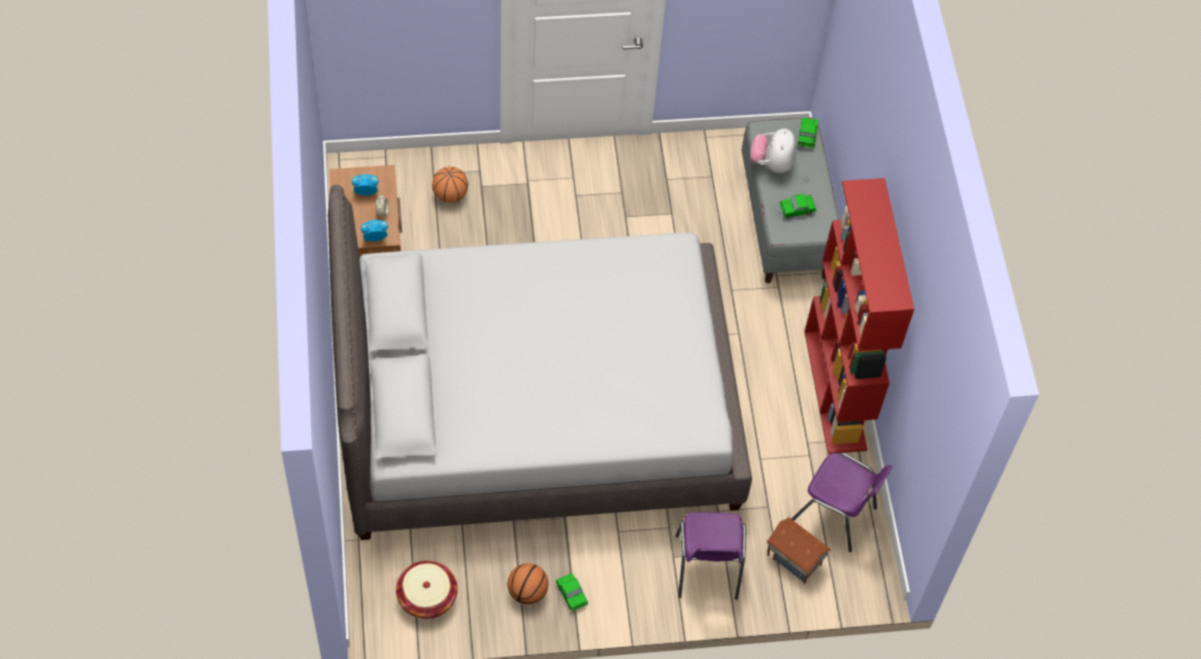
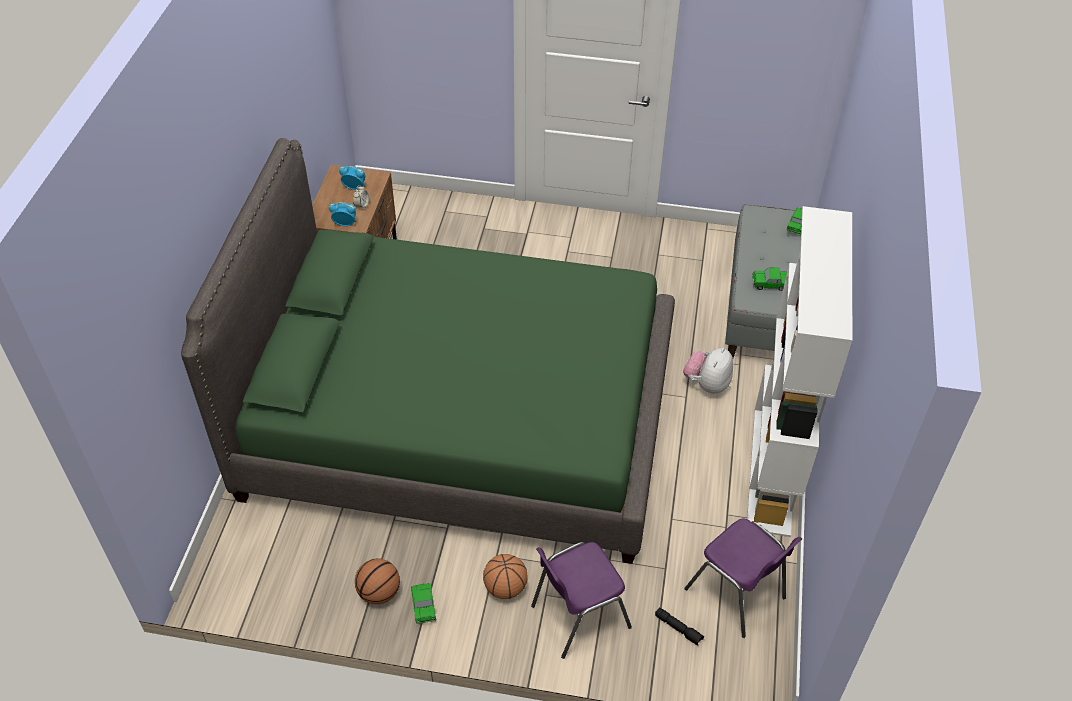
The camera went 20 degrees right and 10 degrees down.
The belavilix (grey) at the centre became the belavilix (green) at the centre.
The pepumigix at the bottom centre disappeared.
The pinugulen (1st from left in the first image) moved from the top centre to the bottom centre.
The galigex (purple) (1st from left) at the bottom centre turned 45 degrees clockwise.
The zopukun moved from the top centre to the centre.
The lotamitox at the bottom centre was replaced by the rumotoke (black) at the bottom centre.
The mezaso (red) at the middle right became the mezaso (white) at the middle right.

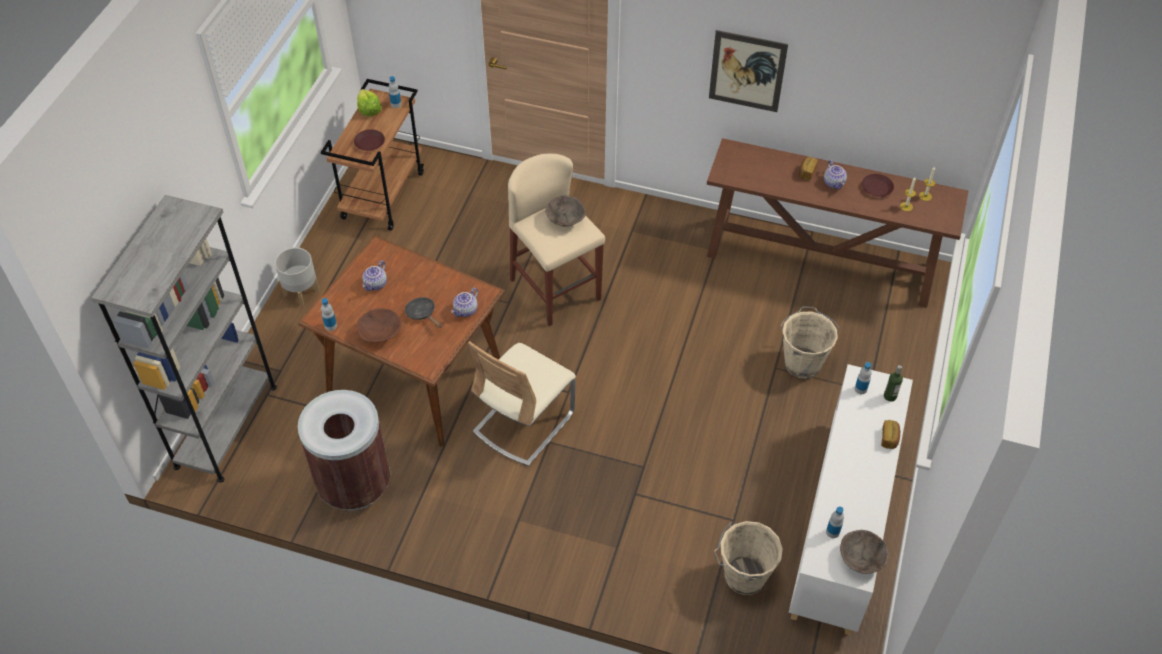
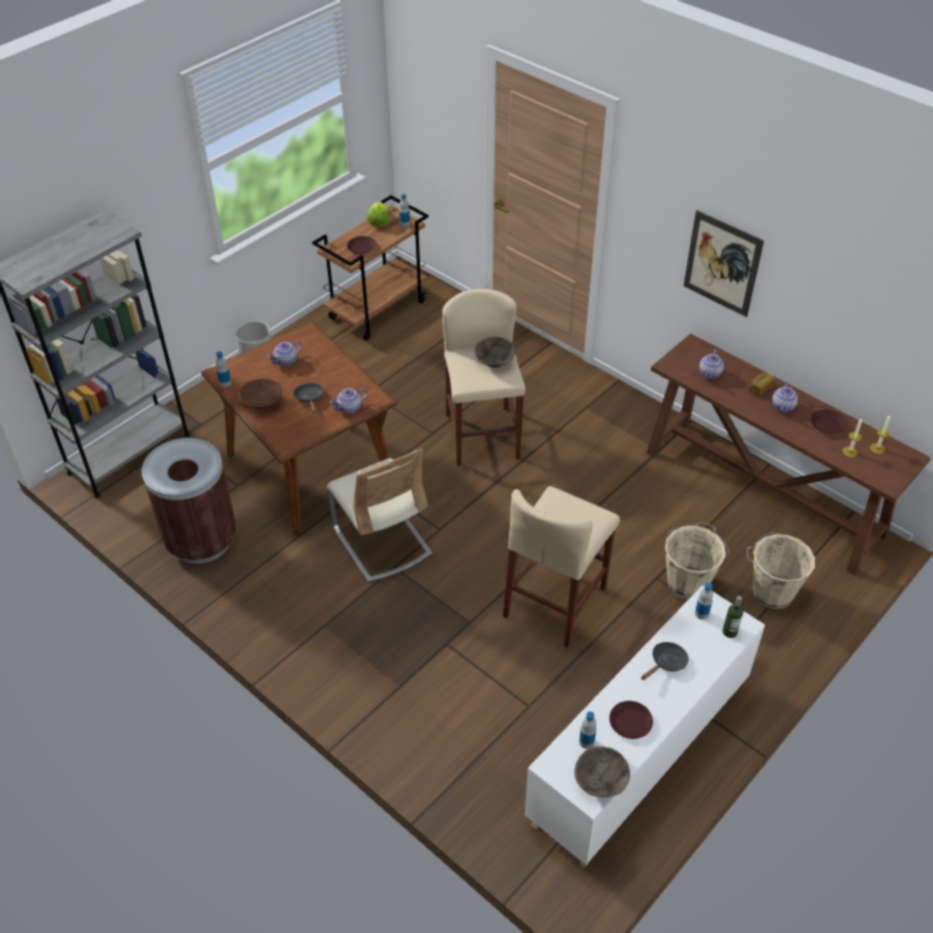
The camera went 25 degrees right and 5 degrees down.
The galigex (beige) at the centre turned 90 degrees counterclockwise.
The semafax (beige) (1st from left in the first image) moved from the bottom centre to the middle right.
The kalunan (2nd from left) at the middle right disappeared.
The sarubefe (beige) (2nd from left) at the centre appeared.
The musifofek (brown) (2nd from left) at the bottom right appeared.
The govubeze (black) (2nd from left) at the bottom right appeared.
The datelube (3rd from left) at the middle right appeared.

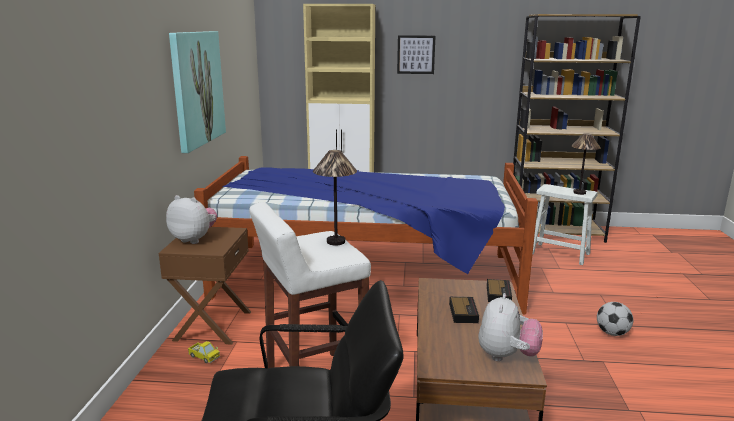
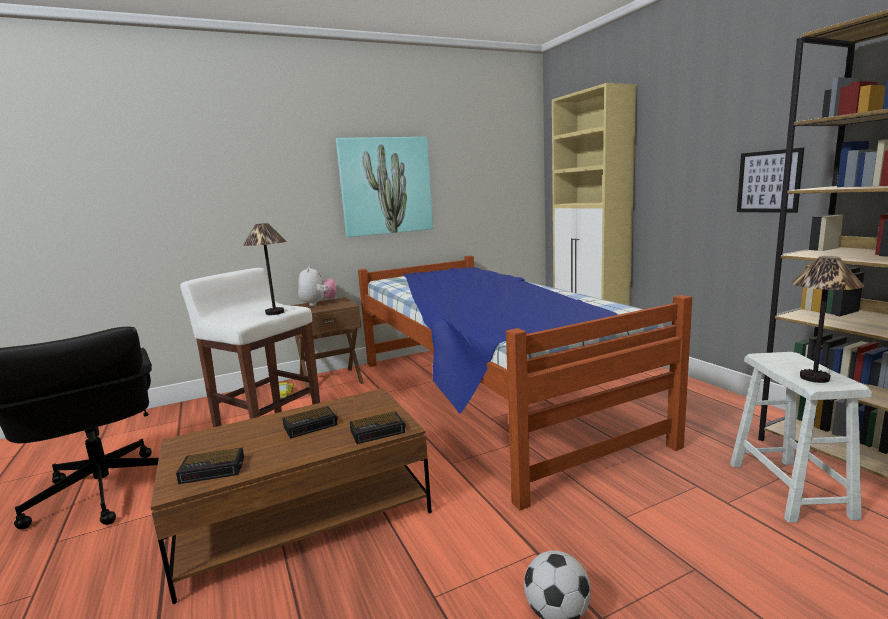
The camera went 60 degrees right and 5 degrees down.
The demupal (2nd from left) moved from the top centre to the top right.
The zopukun (2nd from left) at the bottom right was replaced by the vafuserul (1st from left) at the bottom left.

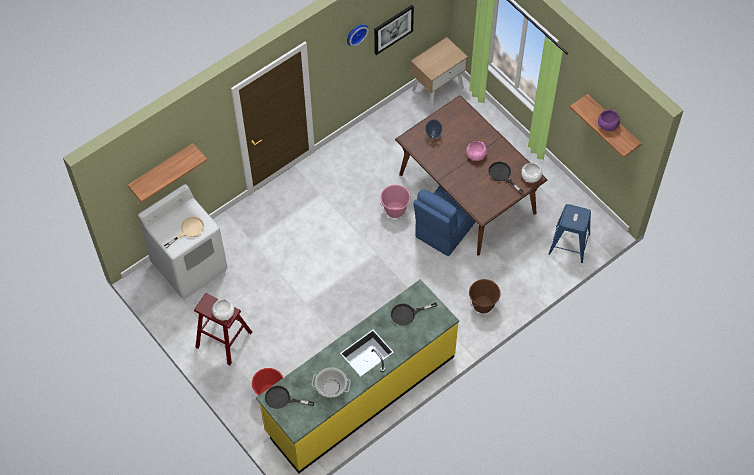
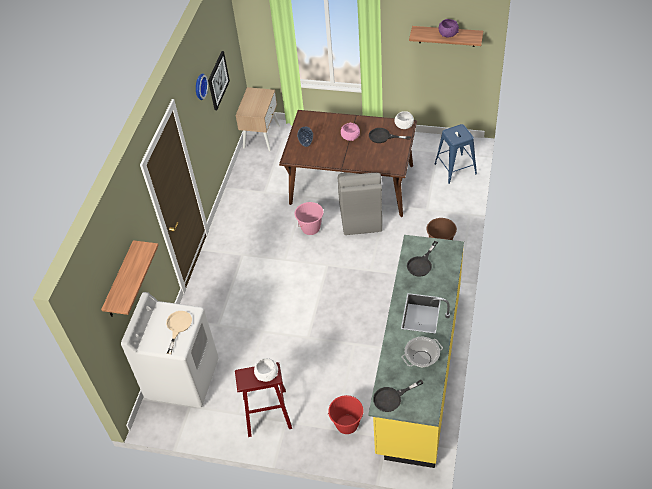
The camera went 35 degrees left and 10 degrees down.
The galigex (blue) at the centre became the galigex (grey) at the centre.

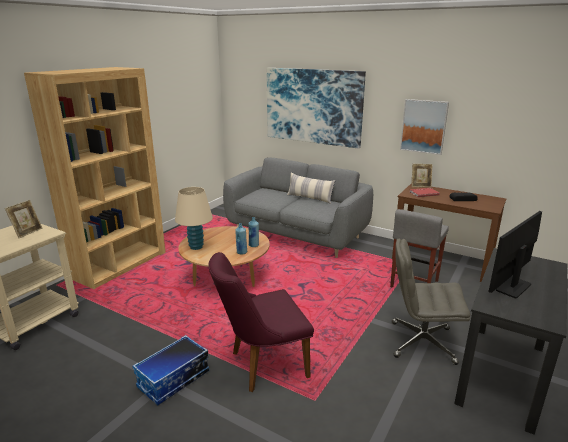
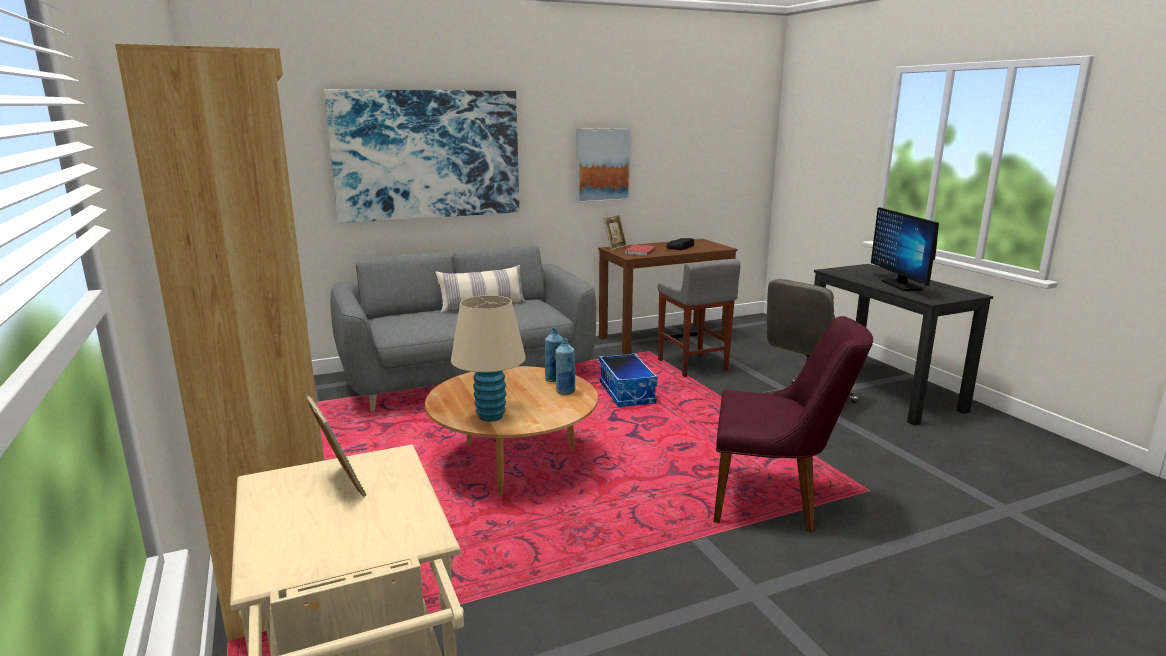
The camera went 55 degrees left and 5 degrees down.
The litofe moved from the bottom left to the centre.
The galigex (purple) at the bottom centre turned 90 degrees counterclockwise.

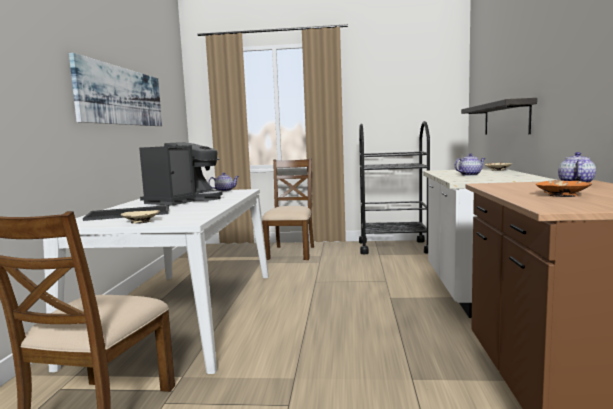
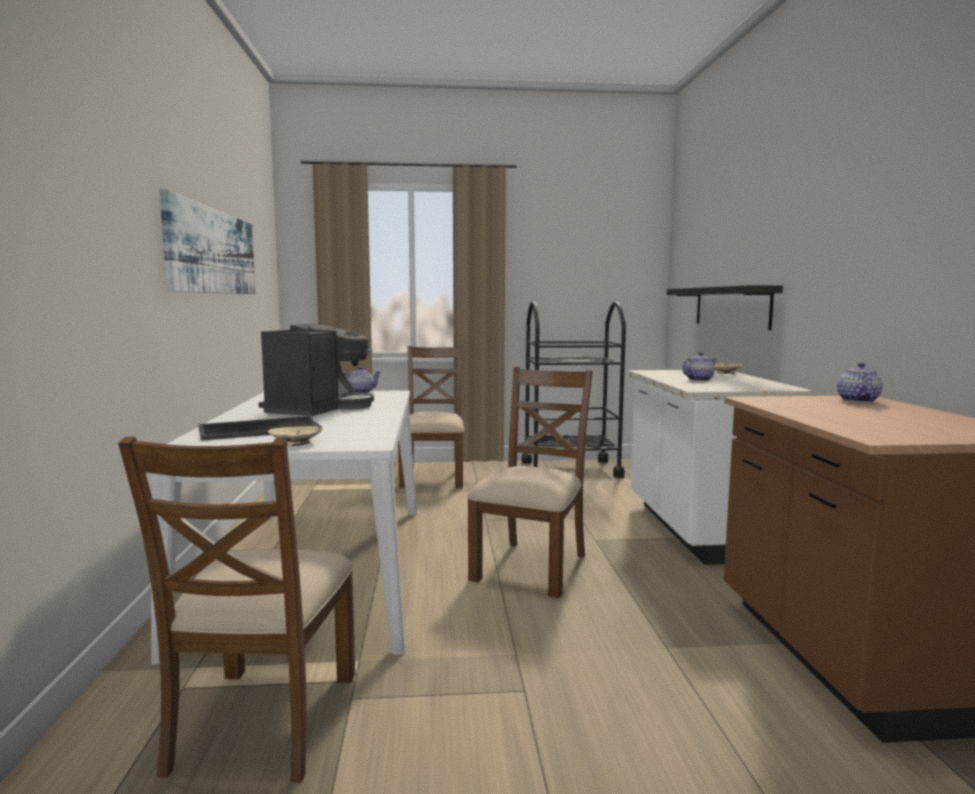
The camera went 10 degrees left and 0 degrees up.
The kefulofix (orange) at the middle right disappeared.
The galigex (brown) (3rd from left) at the centre appeared.

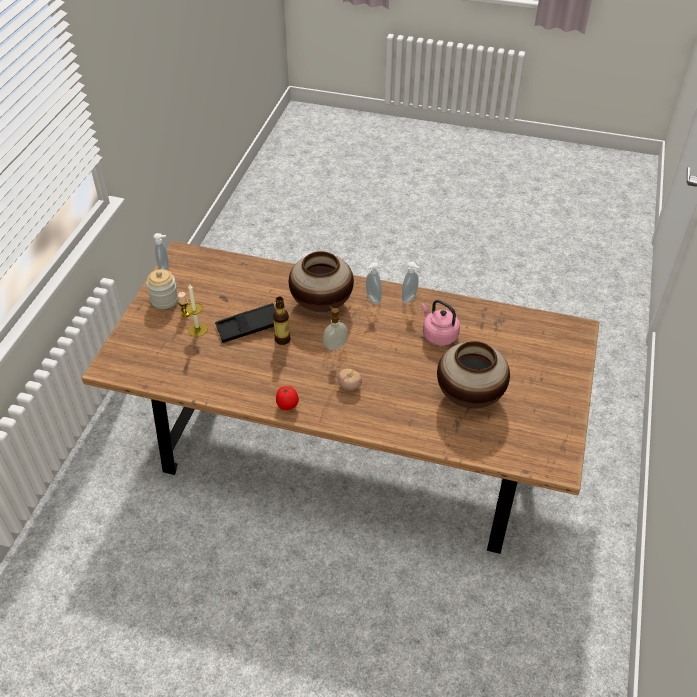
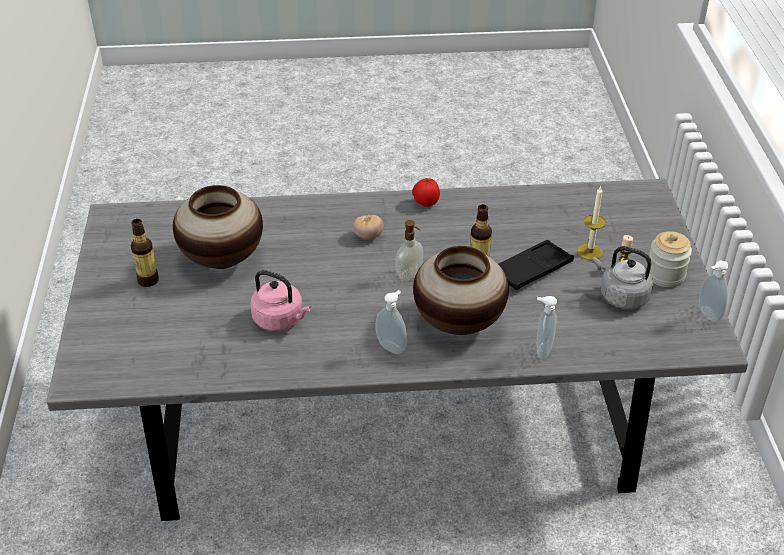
The camera went 160 degrees right and 5 degrees down.
The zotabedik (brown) at the centre became the zotabedik (grey) at the centre.
The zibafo (4th from left in the first image) moved from the centre to the middle right.
The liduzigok (1st from left) at the middle left appeared.
The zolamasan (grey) at the middle right appeared.

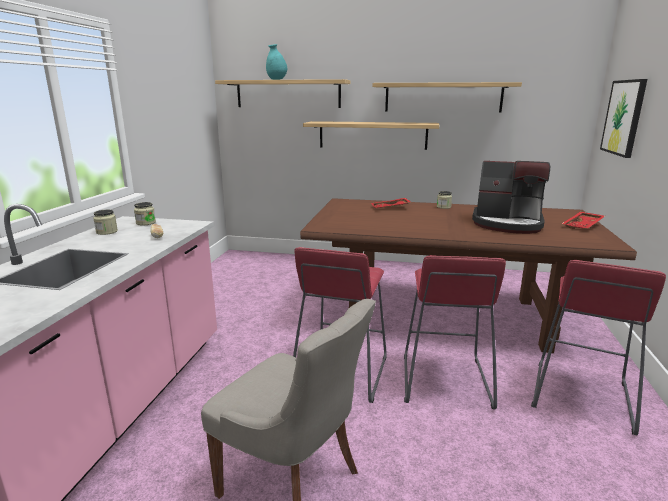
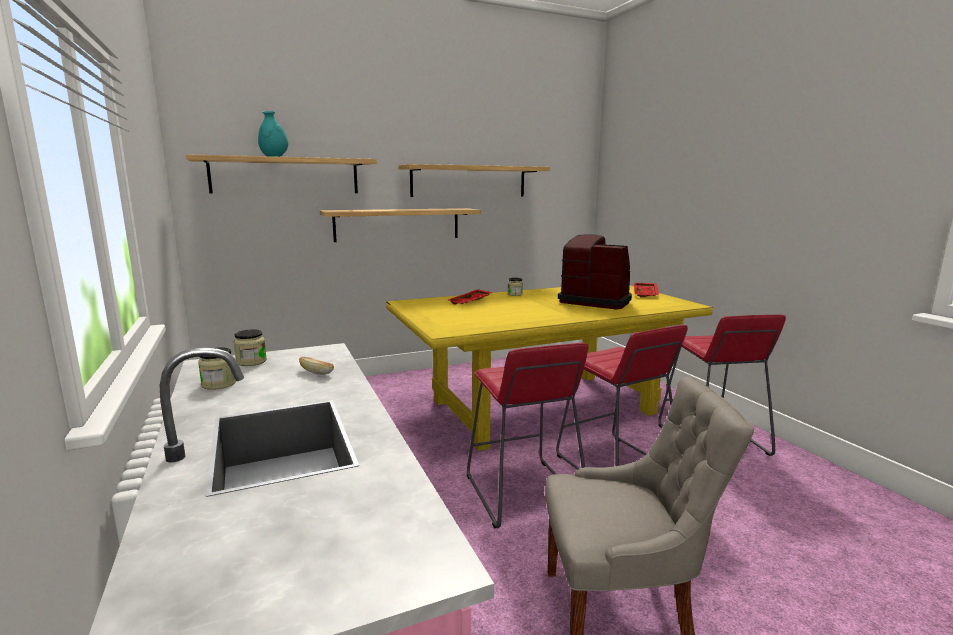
The camera went 35 degrees left and 5 degrees down.
The zotabedik (brown) at the middle right became the zotabedik (yellow) at the centre.
The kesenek at the middle right turned 135 degrees counterclockwise.
The demupal at the top right disappeared.

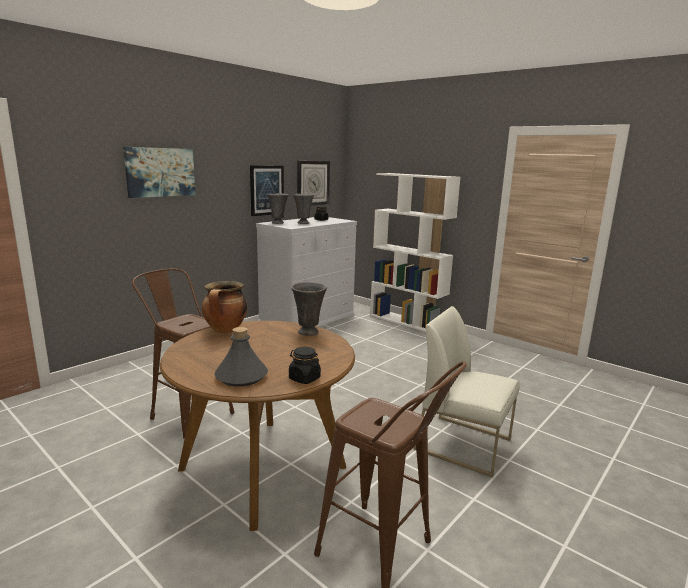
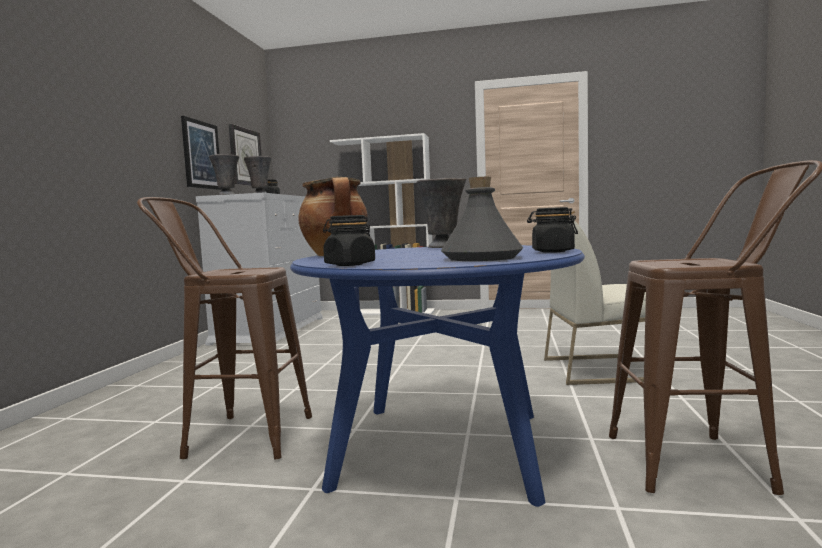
The camera went 30 degrees left and 10 degrees down.
The demupal (1st from left) at the top left disappeared.
The zotabedik (brown) at the bottom centre became the zotabedik (blue) at the bottom centre.
The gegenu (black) (2nd from left) at the centre appeared.

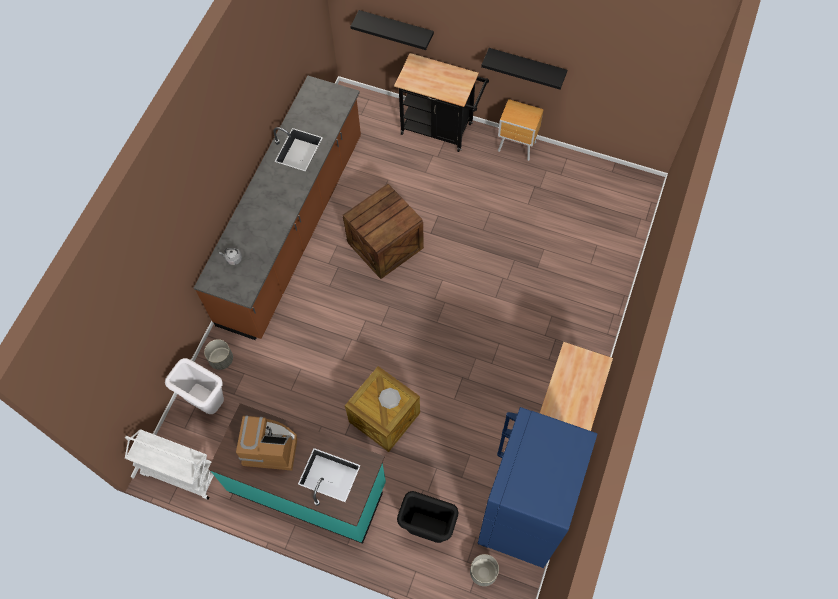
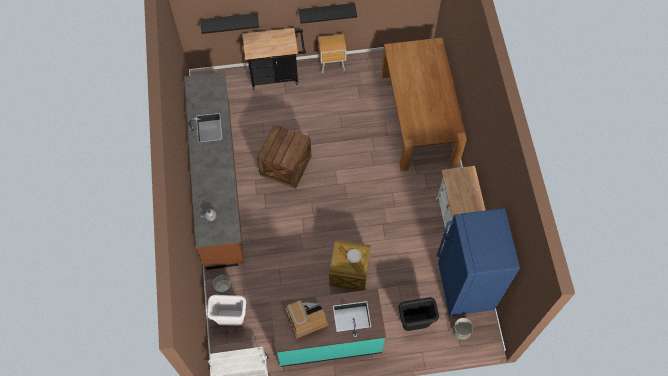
The camera went 30 degrees left and 0 degrees up.
The zotabedik (brown) at the top centre appeared.

